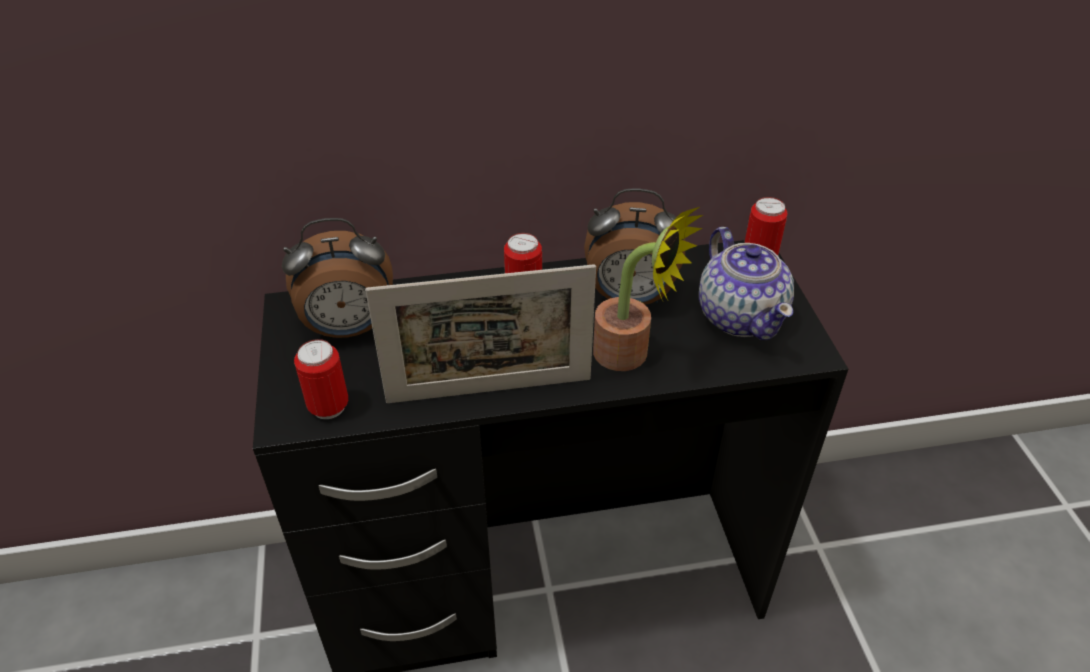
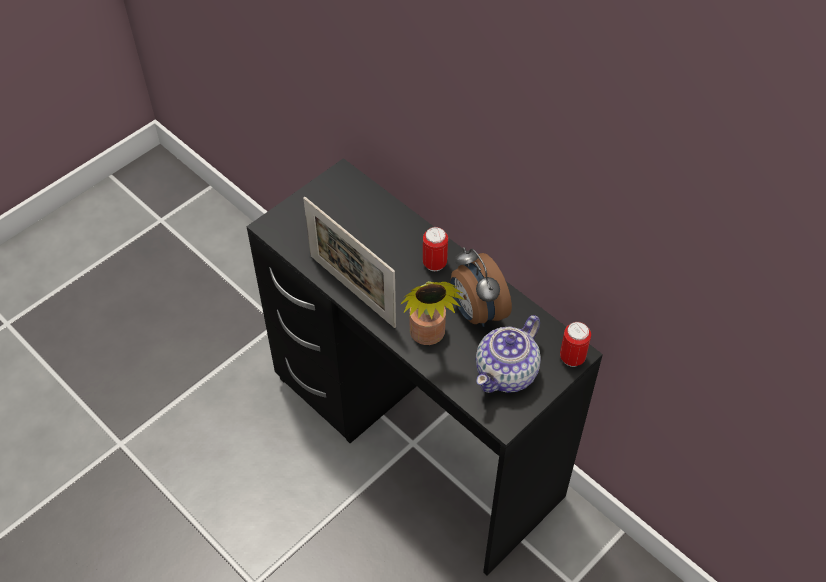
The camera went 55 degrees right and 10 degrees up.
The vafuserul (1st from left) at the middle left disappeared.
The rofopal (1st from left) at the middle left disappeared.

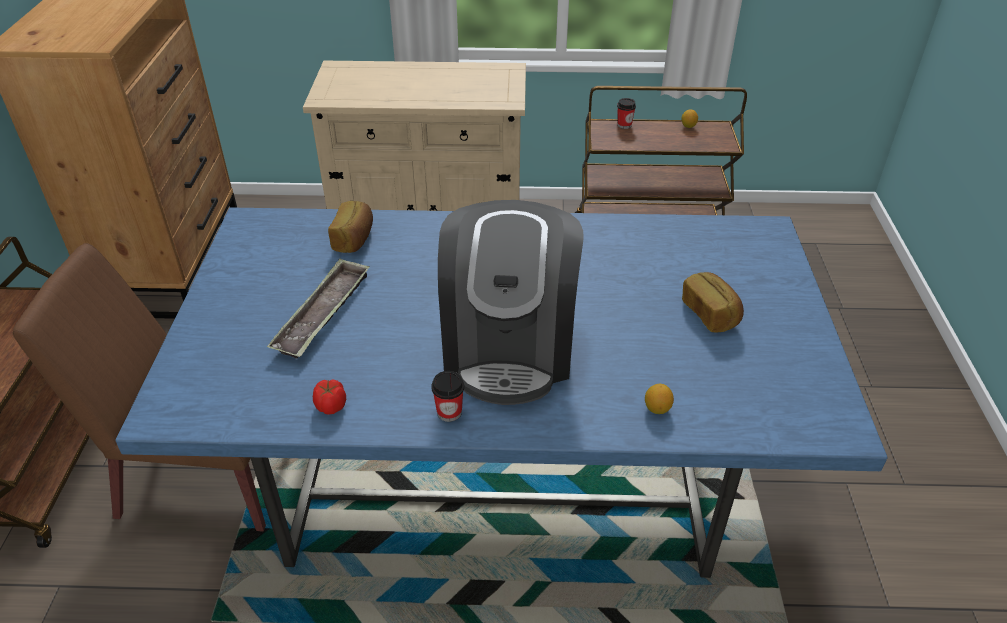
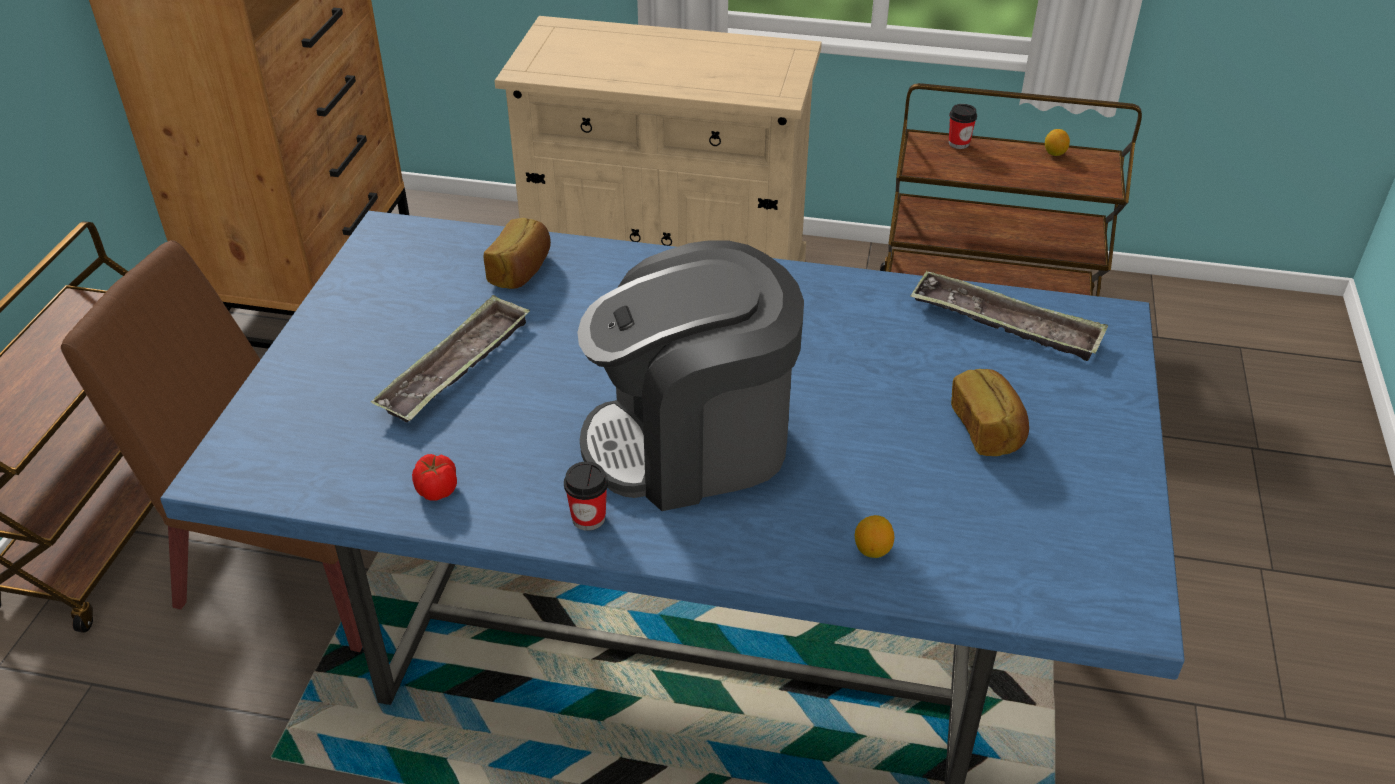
The camera went 10 degrees right and 0 degrees up.
The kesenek at the centre turned 60 degrees clockwise.
The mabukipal (2nd from left) at the middle right appeared.

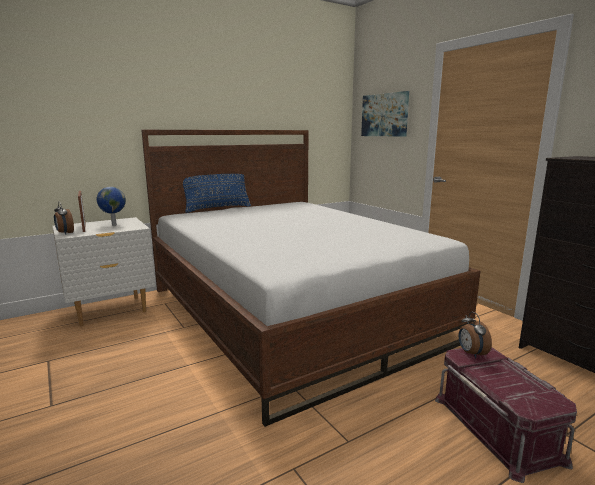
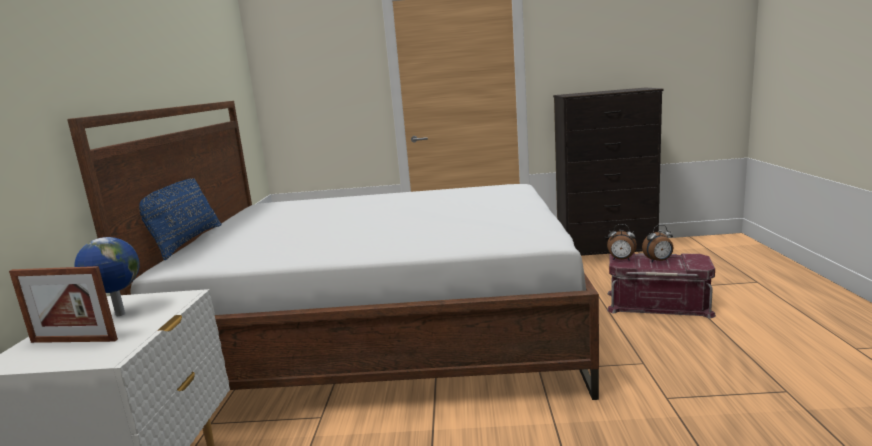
The camera went 55 degrees left and 0 degrees up.
The vafuserul (1st from left in the first image) moved from the middle left to the middle right.
The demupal at the top centre disappeared.

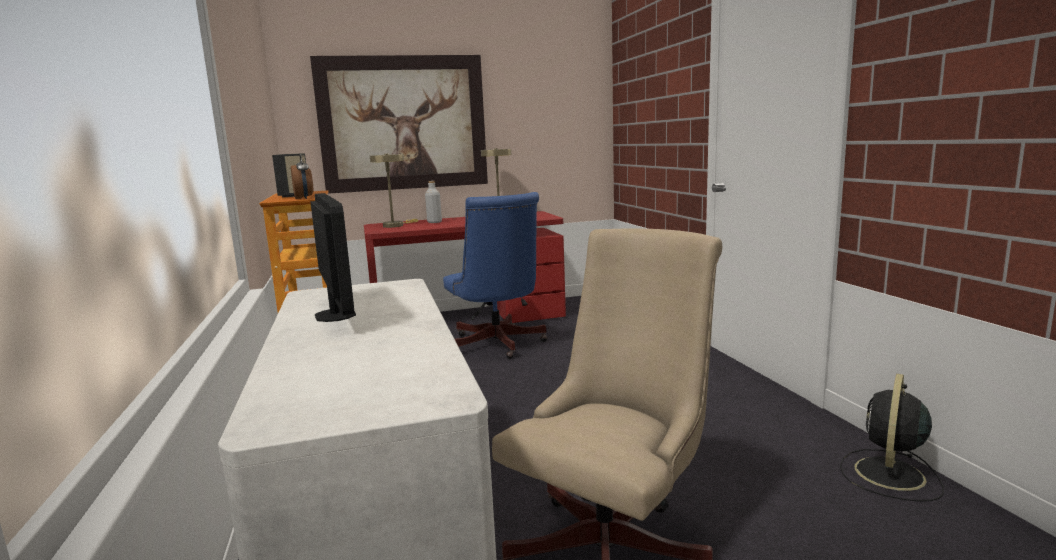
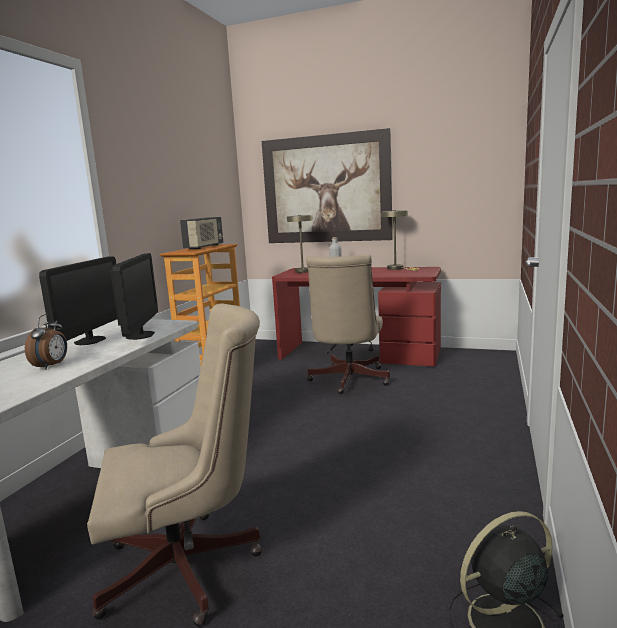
The camera went 35 degrees right and 0 degrees up.
The vafuserul moved from the top left to the middle left.
The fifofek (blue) at the centre became the fifofek (beige) (2nd from left) at the centre.
The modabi (2nd from left) at the middle left appeared.

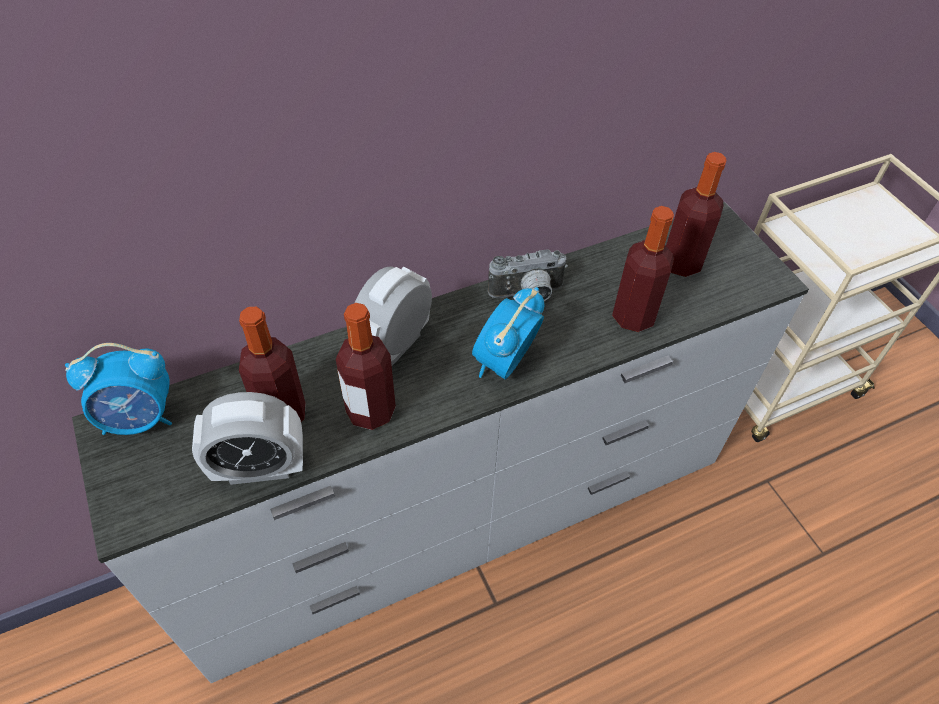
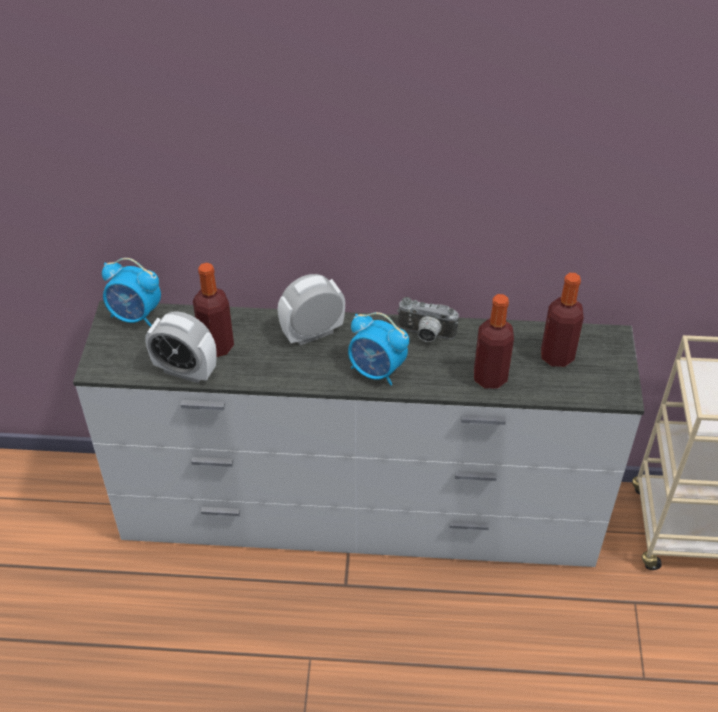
The camera went 30 degrees right and 5 degrees down.
The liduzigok (2nd from left) at the centre disappeared.
The vafuserul (4th from left) at the centre turned 120 degrees counterclockwise.

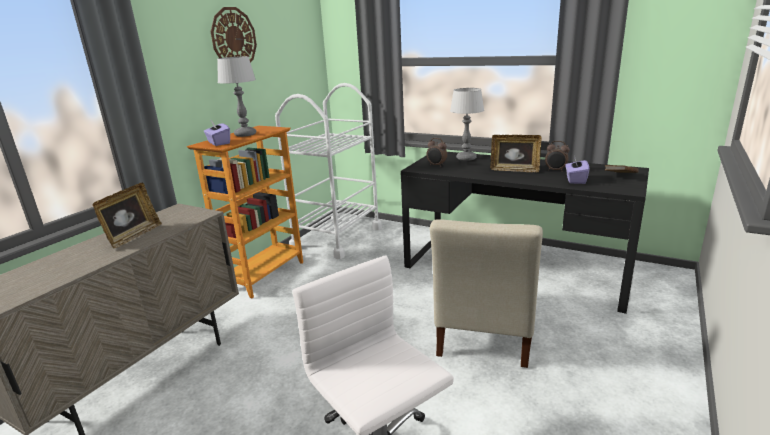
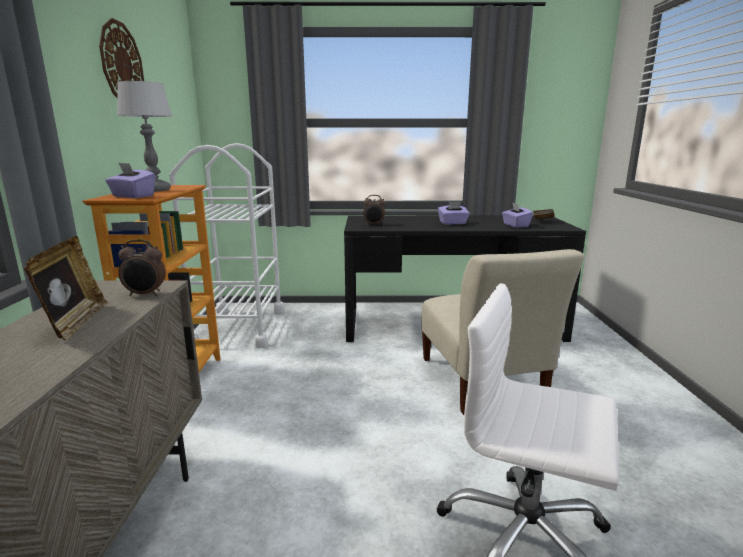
The camera went 30 degrees left and 5 degrees down.
The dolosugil (2nd from left) at the top centre disappeared.
The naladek (2nd from left) at the middle right was replaced by the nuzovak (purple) (2nd from left) at the centre.
The vafuserul (2nd from left in the first image) moved from the middle right to the middle left.

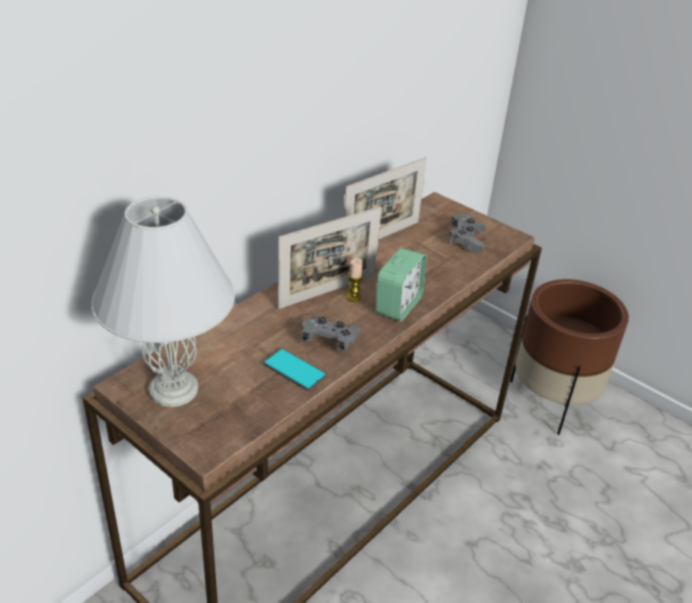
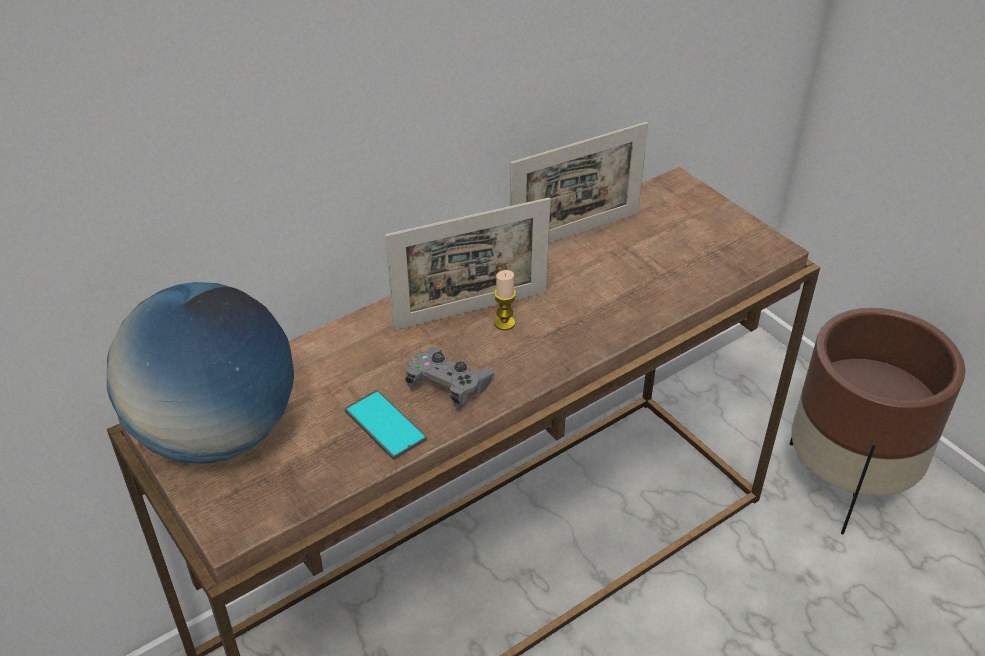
The camera went 15 degrees right and 5 degrees up.
The dolosugil (white) at the middle left was replaced by the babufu at the middle left.
The vafuserul at the centre disappeared.
The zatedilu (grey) (2nd from left) at the middle right disappeared.

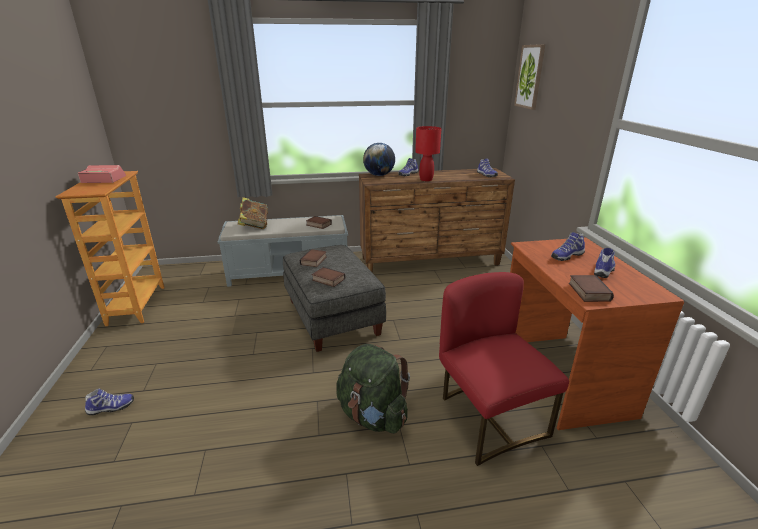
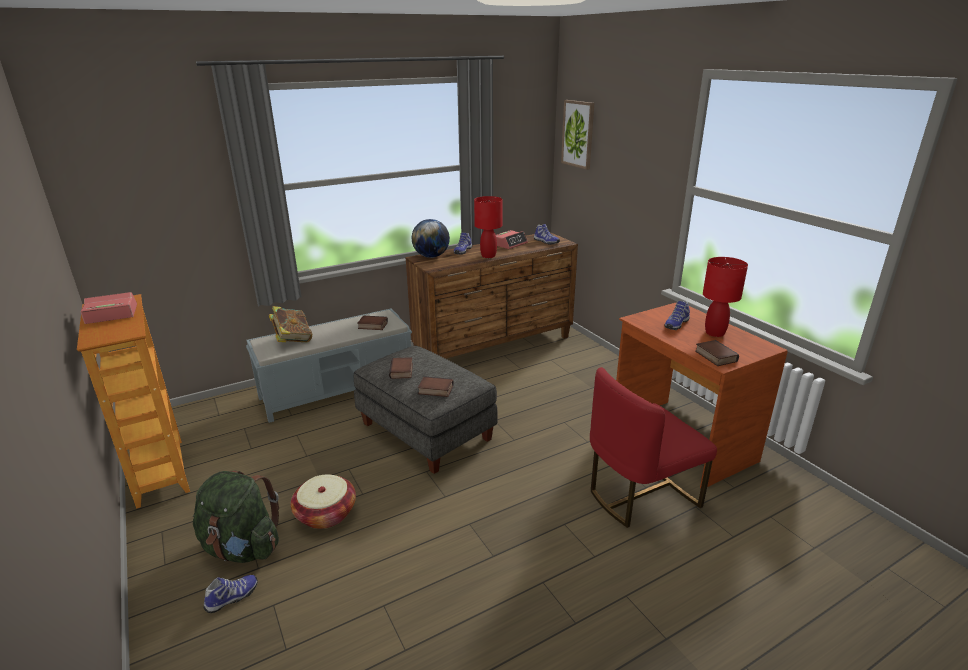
The camera went 20 degrees left and 0 degrees up.
The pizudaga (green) moved from the bottom centre to the bottom left.
The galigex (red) at the bottom centre turned 75 degrees counterclockwise.
The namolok (5th from left) at the middle right was replaced by the dolosugil (red) (2nd from left) at the middle right.
The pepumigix at the bottom centre appeared.
The vafuserul (2nd from left) at the centre appeared.

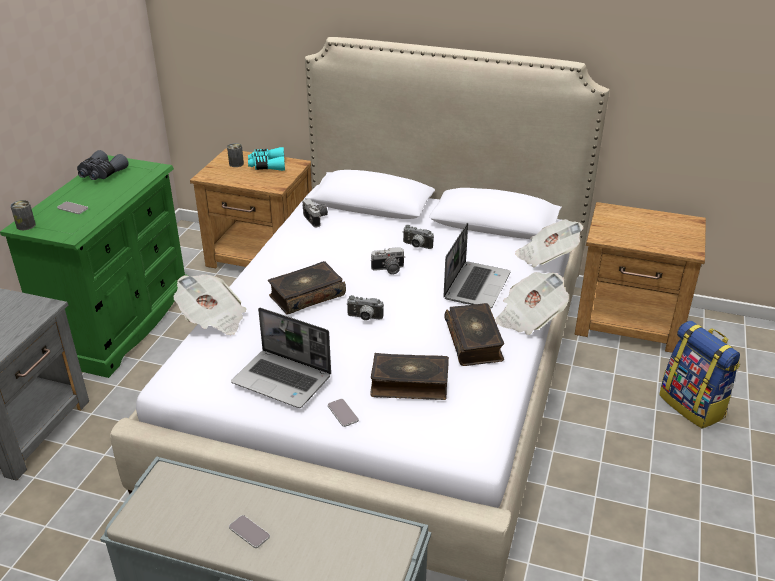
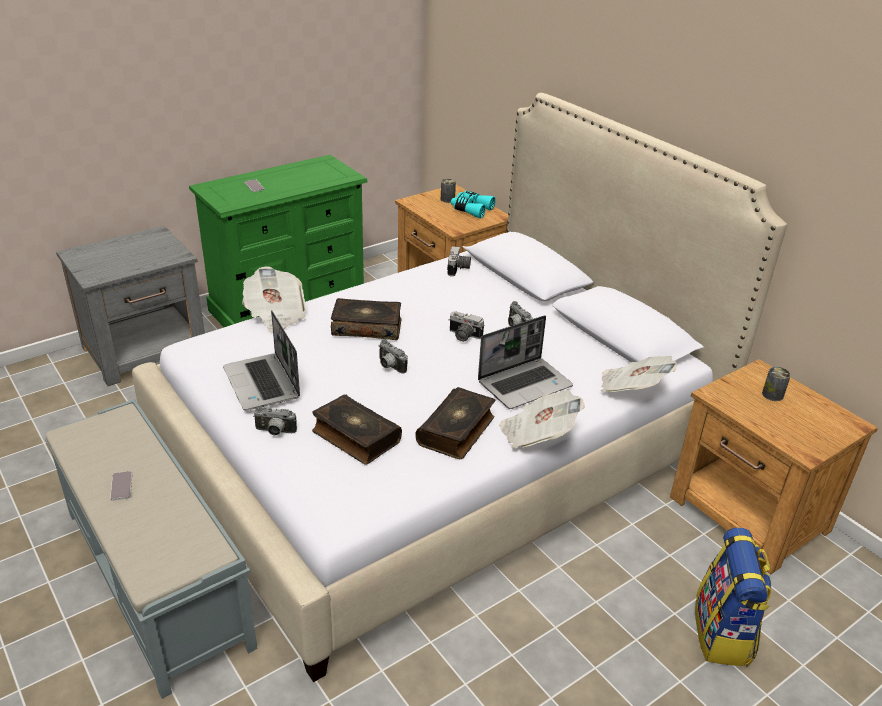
The camera went 35 degrees right and 0 degrees up.
The rofopal (1st from left in the first image) moved from the middle left to the middle right.
The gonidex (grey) at the top left disappeared.
The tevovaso (3rd from left) at the bottom centre was replaced by the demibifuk (1st from left) at the middle left.

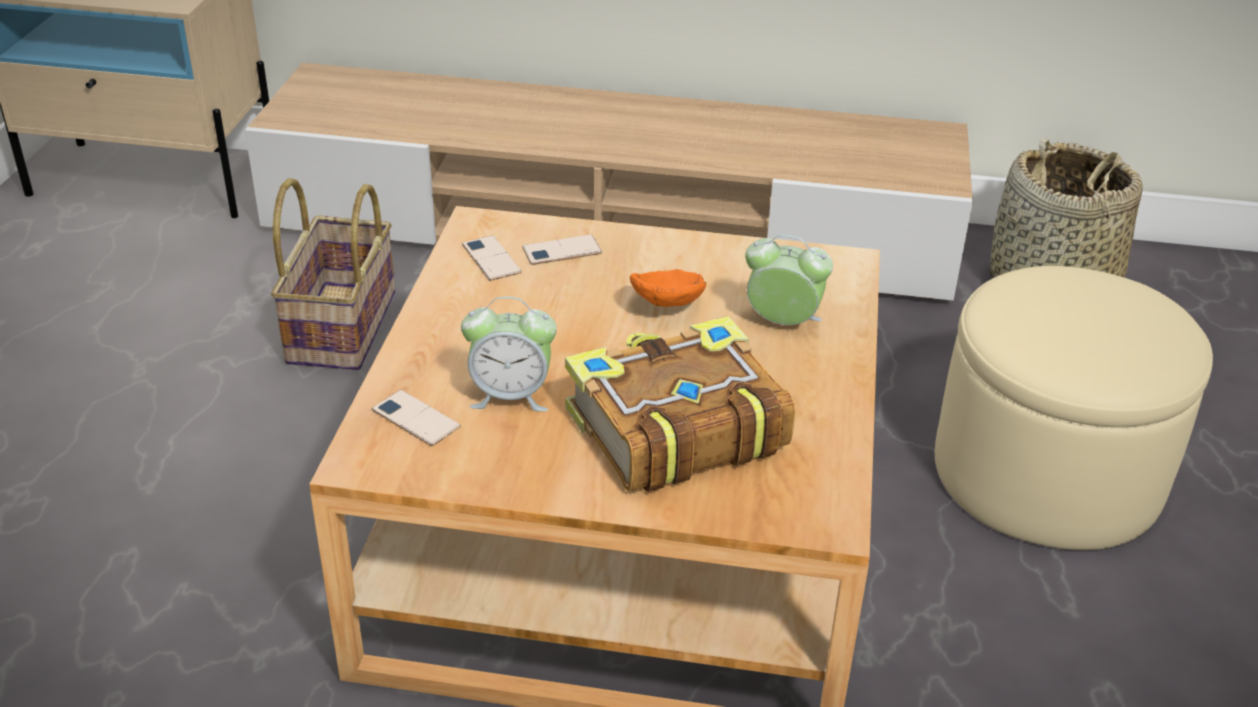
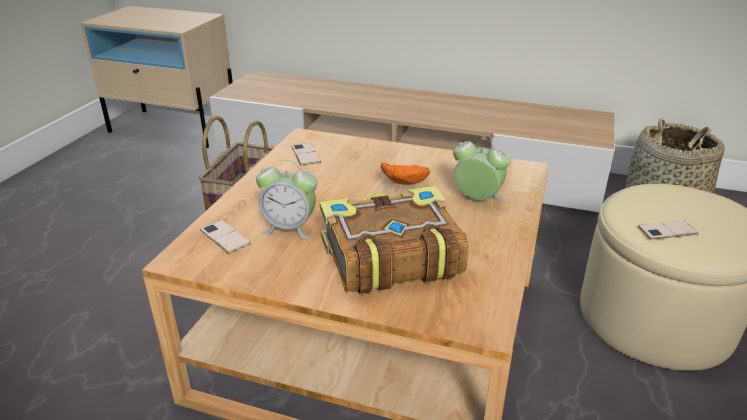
The camera went 10 degrees right and 5 degrees down.
The tevovaso (3rd from left) moved from the centre to the middle right.

